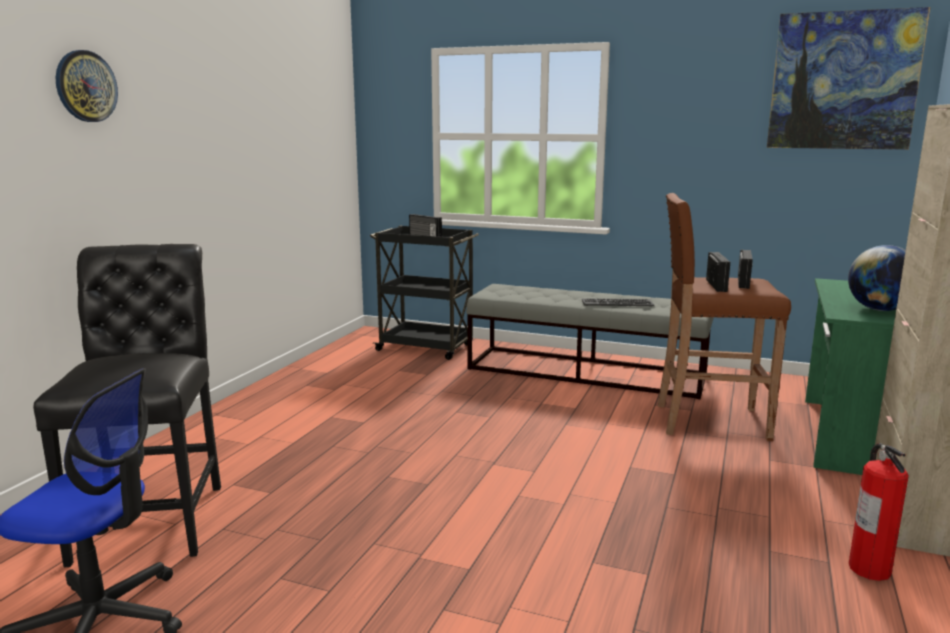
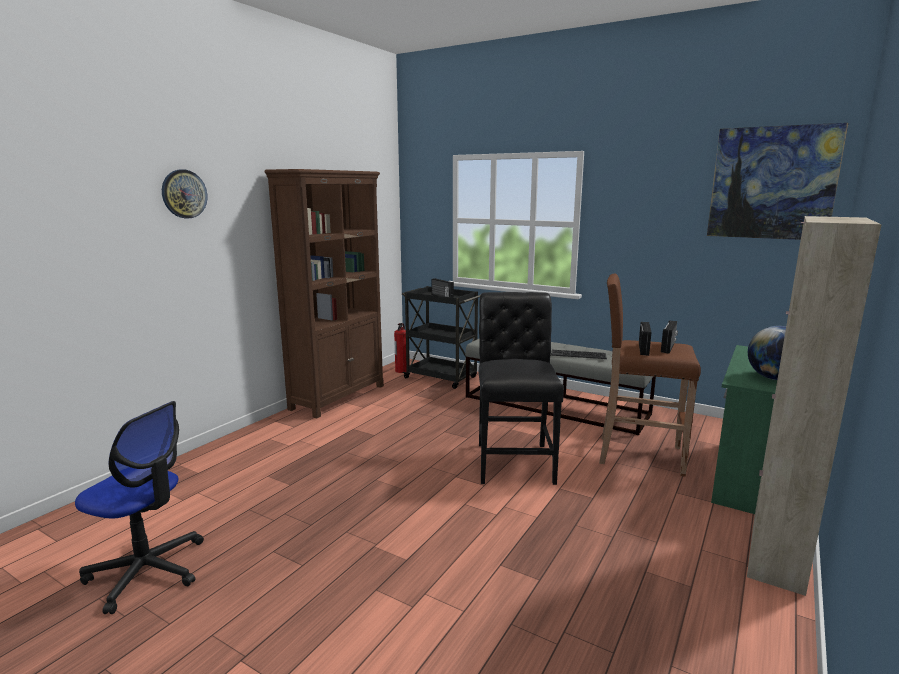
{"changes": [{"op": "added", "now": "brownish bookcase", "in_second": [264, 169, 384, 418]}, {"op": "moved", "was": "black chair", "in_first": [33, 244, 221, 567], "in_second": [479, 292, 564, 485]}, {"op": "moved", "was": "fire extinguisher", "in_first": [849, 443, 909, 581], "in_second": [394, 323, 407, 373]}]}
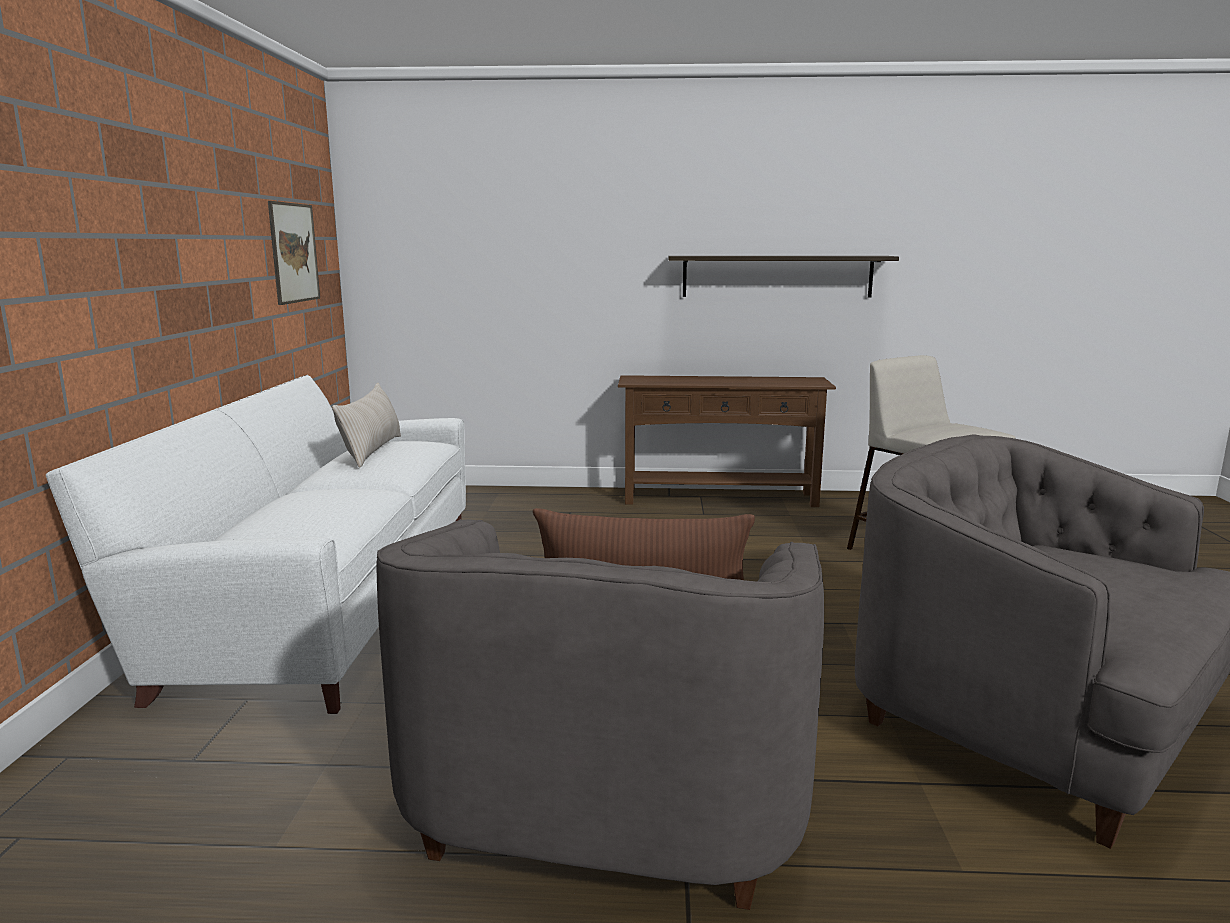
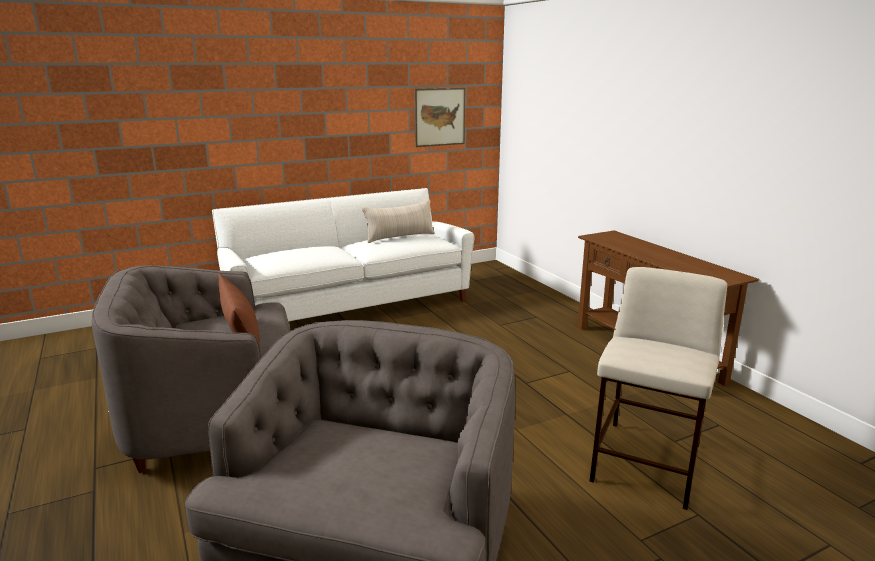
{"changes": [{"op": "removed", "was": "shelf", "in_first": [668, 256, 899, 297]}]}
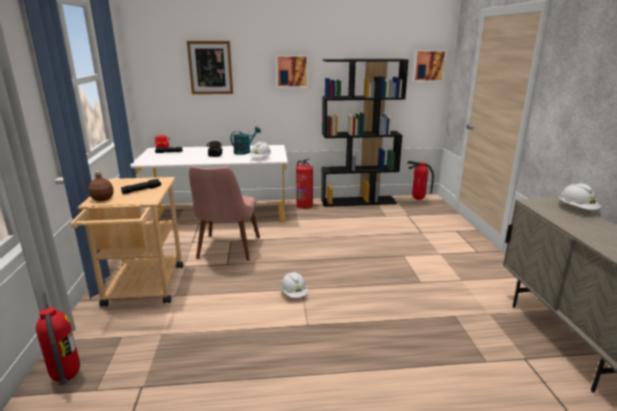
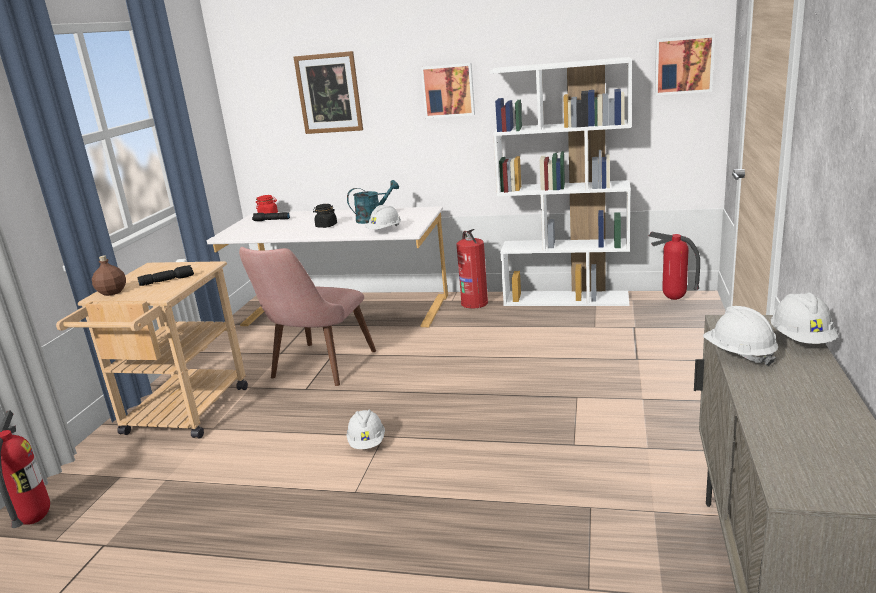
{"changes": [{"op": "added", "now": "white-coloured work helmet", "in_second": [703, 306, 778, 366]}, {"op": "recoloured", "was": "black bookcase", "now": "white-coloured bookcase", "in_first": [321, 59, 409, 207], "in_second": [489, 57, 632, 306]}]}
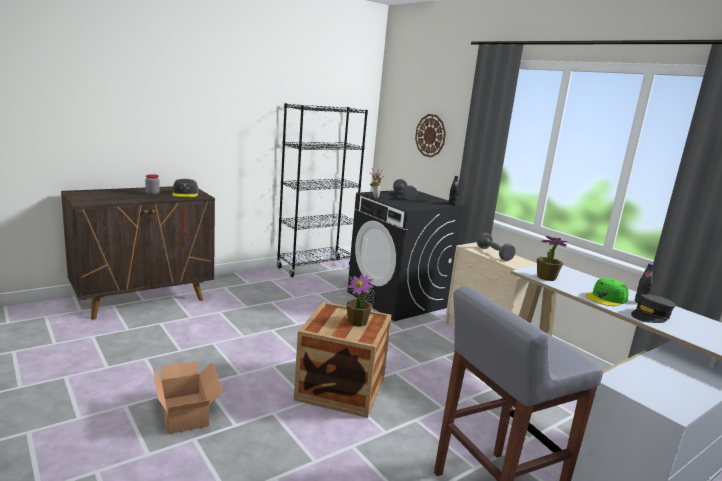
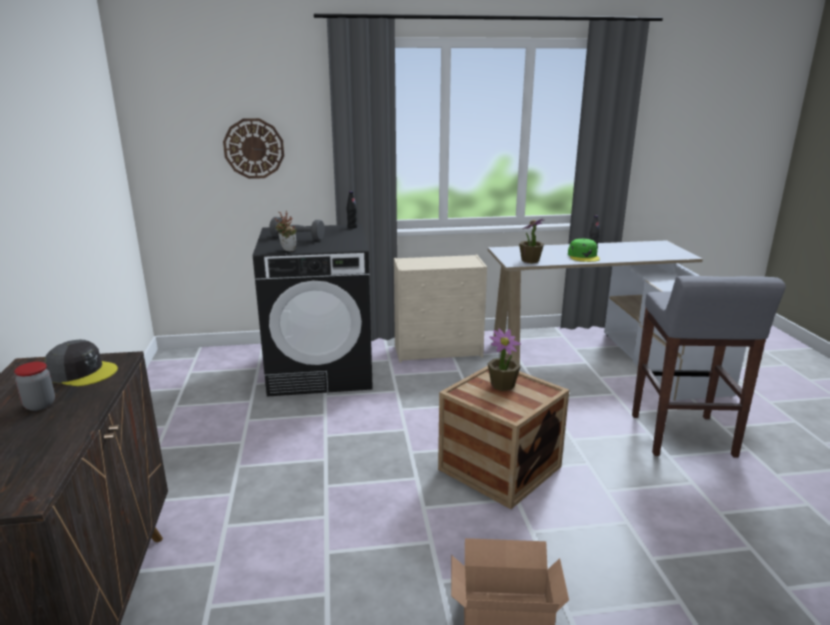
{"changes": [{"op": "removed", "was": "black bookcase", "in_first": [277, 103, 368, 277]}, {"op": "removed", "was": "gray free weight", "in_first": [477, 233, 516, 261]}, {"op": "removed", "was": "gray peaked cap", "in_first": [631, 294, 675, 323]}]}
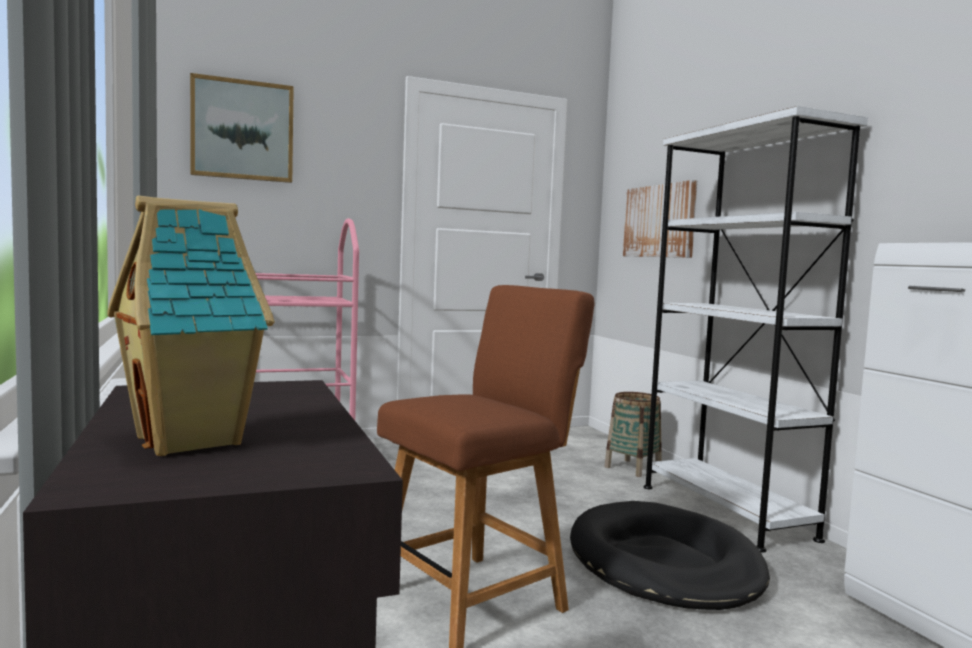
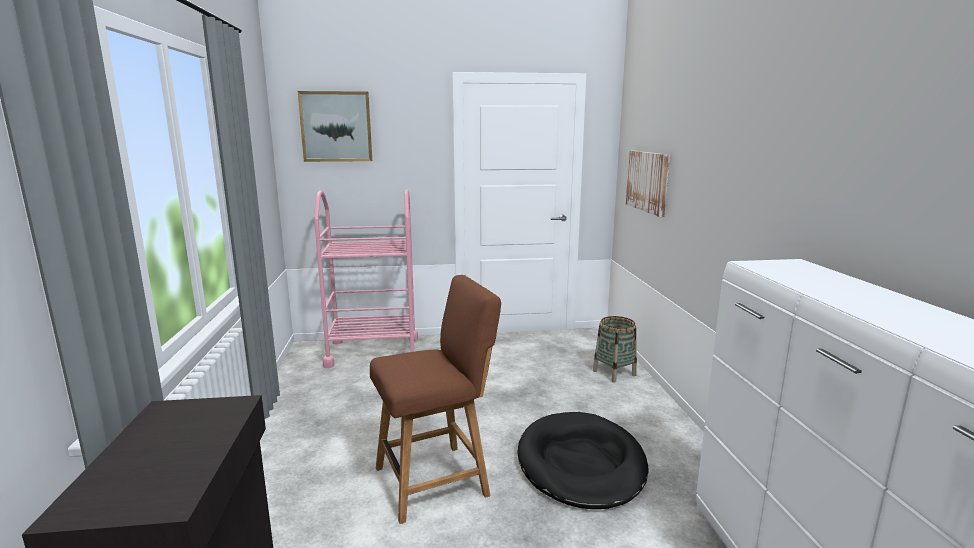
{"changes": [{"op": "removed", "was": "model house", "in_first": [107, 195, 275, 456]}, {"op": "removed", "was": "white-coloured bookcase", "in_first": [644, 106, 868, 553]}]}
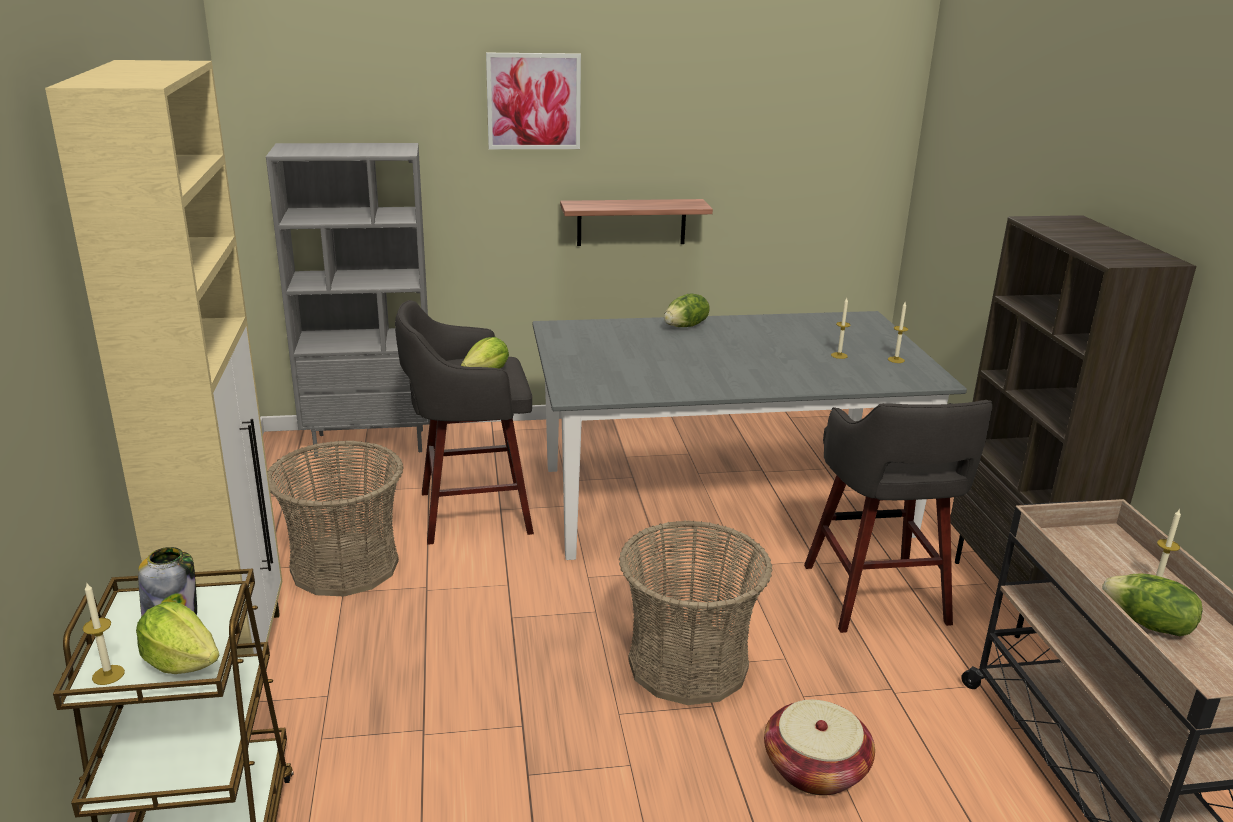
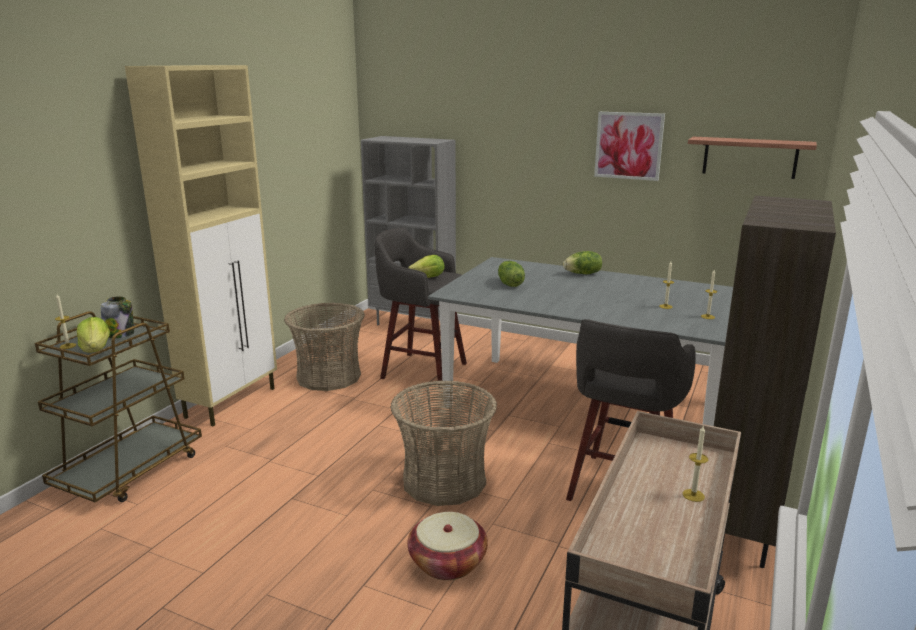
{"changes": [{"op": "moved", "was": "wall art", "in_first": [486, 53, 581, 149], "in_second": [594, 112, 665, 181]}, {"op": "moved", "was": "shelf", "in_first": [560, 199, 713, 246], "in_second": [688, 137, 817, 179]}, {"op": "moved", "was": "lettuce", "in_first": [1102, 574, 1203, 636], "in_second": [498, 261, 525, 287]}]}
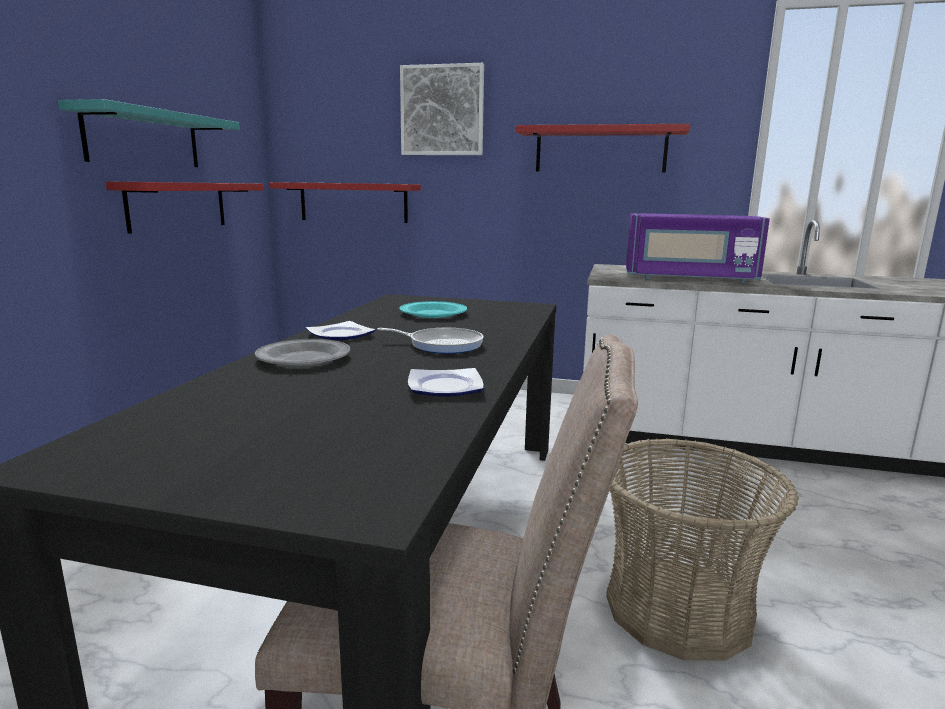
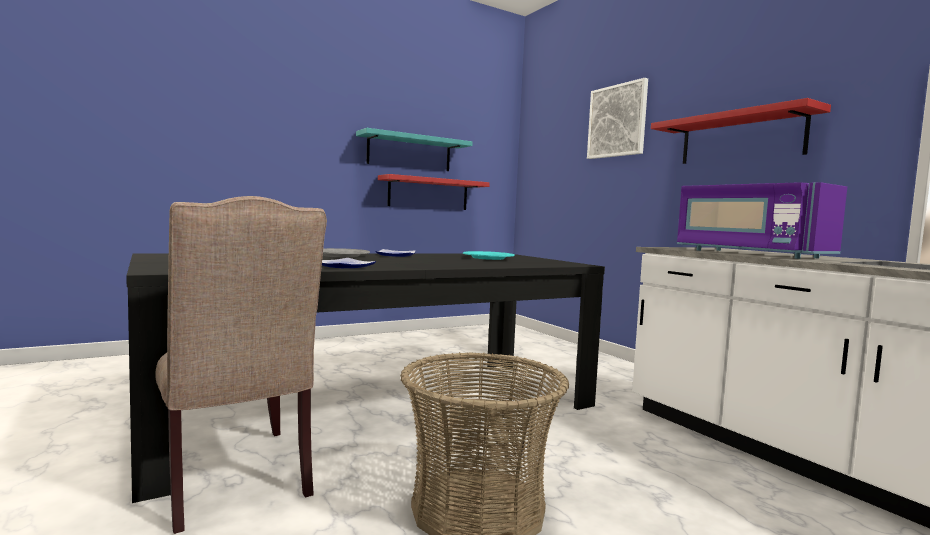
{"changes": [{"op": "removed", "was": "reddish shelf", "in_first": [270, 182, 421, 223]}, {"op": "removed", "was": "frying pan", "in_first": [377, 328, 484, 354]}]}
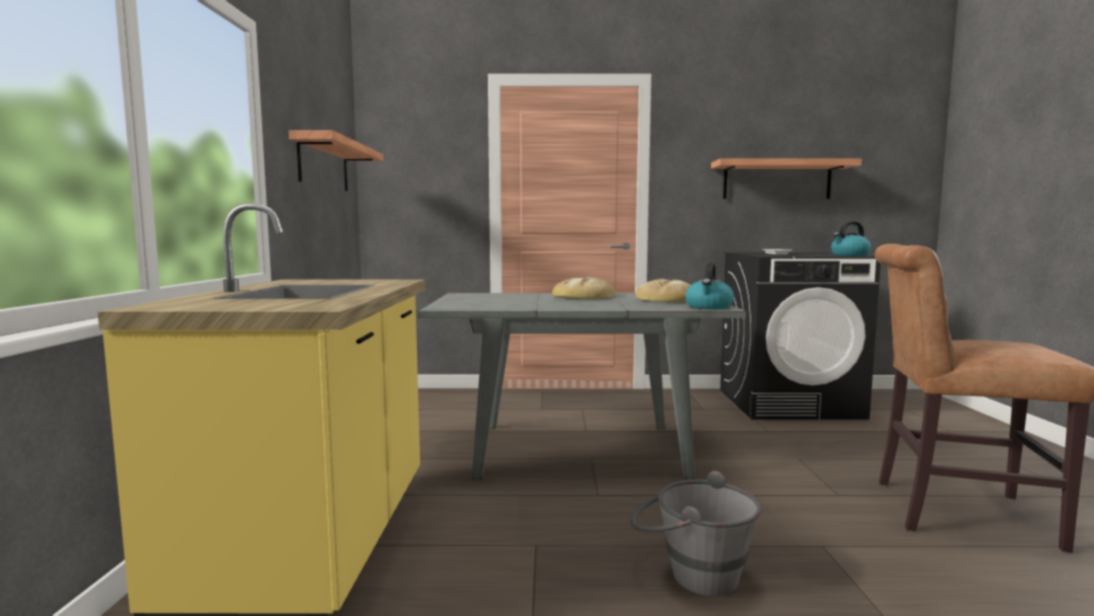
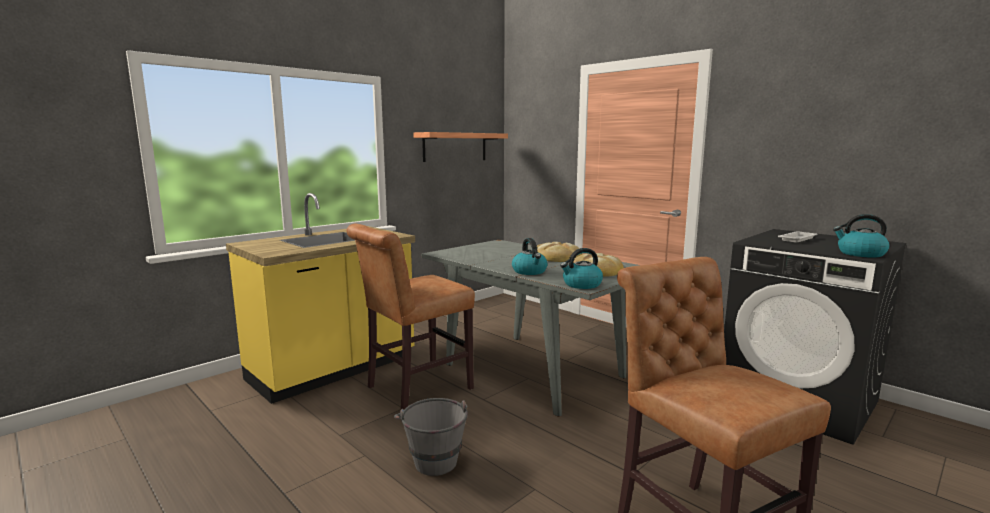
{"changes": [{"op": "removed", "was": "shelf", "in_first": [711, 158, 862, 199]}, {"op": "added", "now": "brownish chair", "in_second": [347, 224, 475, 411]}, {"op": "added", "now": "kettle", "in_second": [512, 238, 547, 275]}]}
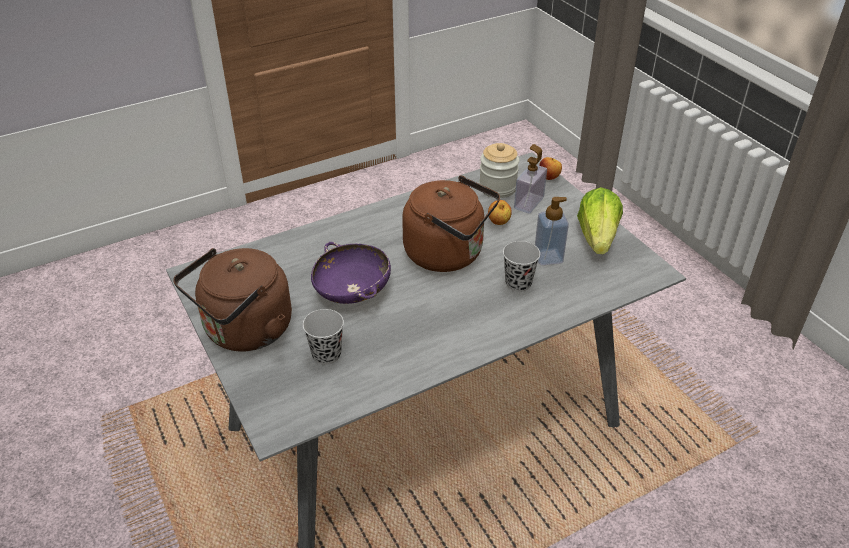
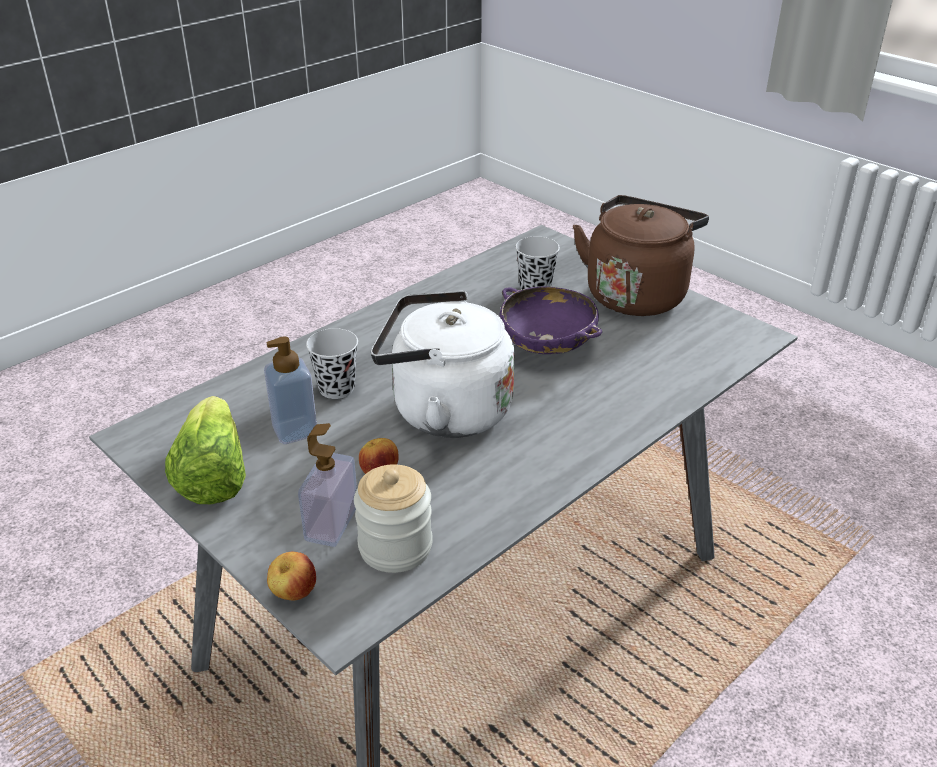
{"changes": [{"op": "recoloured", "was": "brownish kettle", "now": "white-coloured kettle", "in_first": [402, 176, 500, 272], "in_second": [371, 291, 515, 438]}]}
